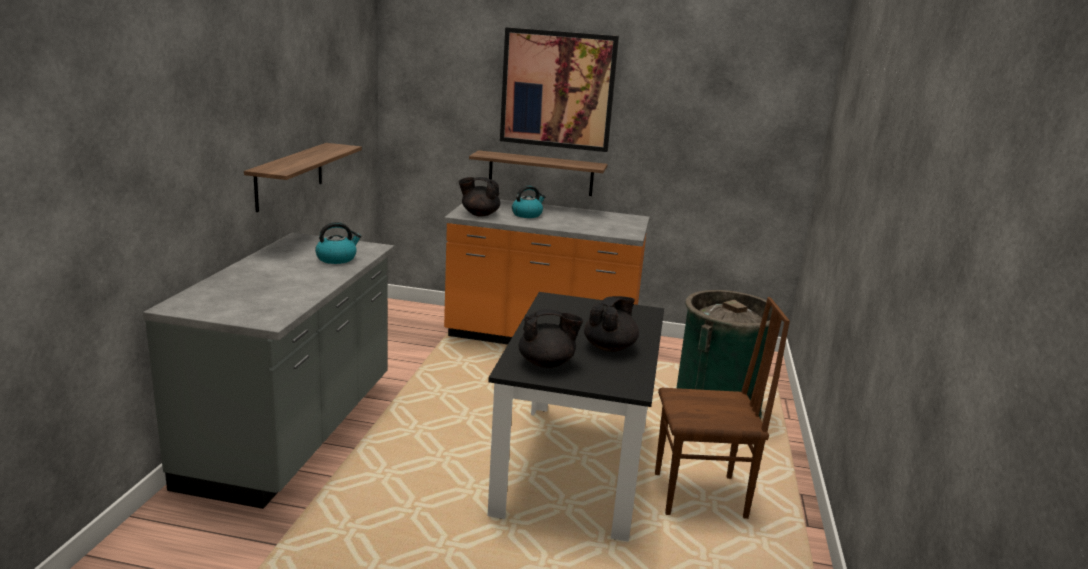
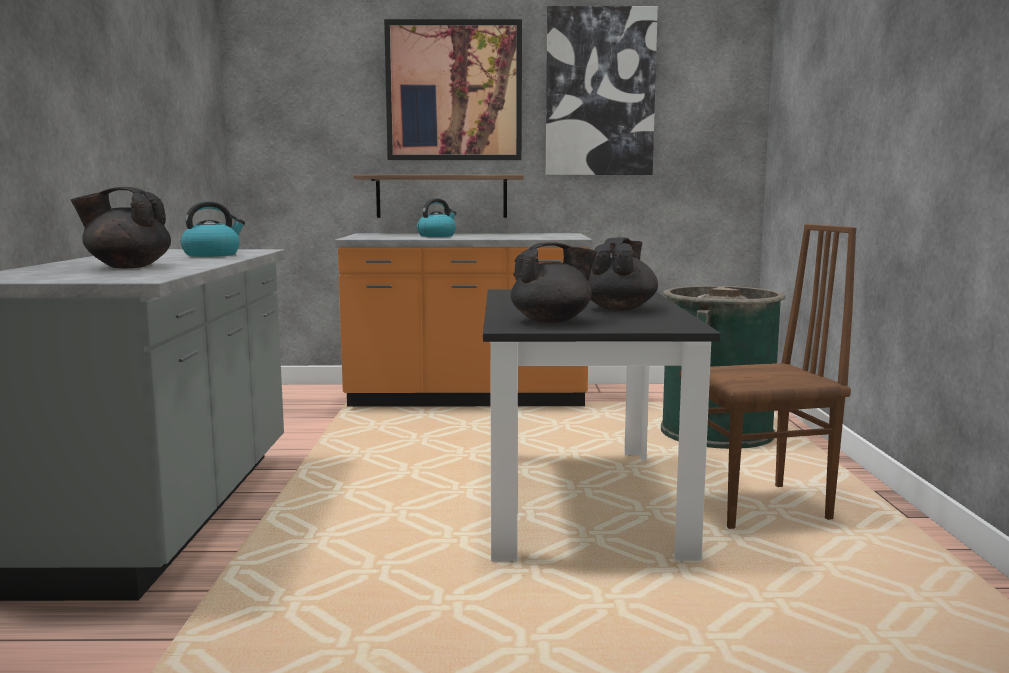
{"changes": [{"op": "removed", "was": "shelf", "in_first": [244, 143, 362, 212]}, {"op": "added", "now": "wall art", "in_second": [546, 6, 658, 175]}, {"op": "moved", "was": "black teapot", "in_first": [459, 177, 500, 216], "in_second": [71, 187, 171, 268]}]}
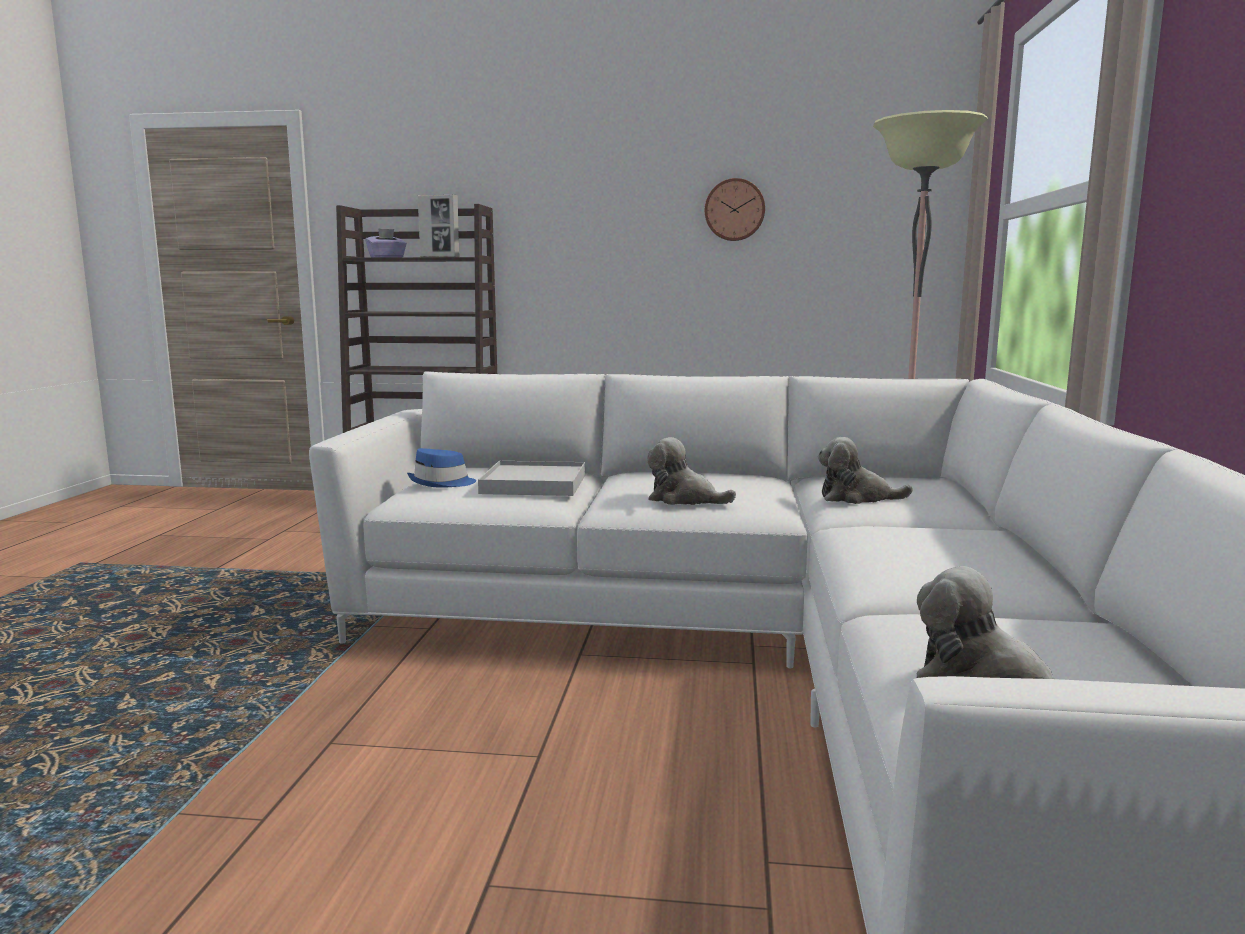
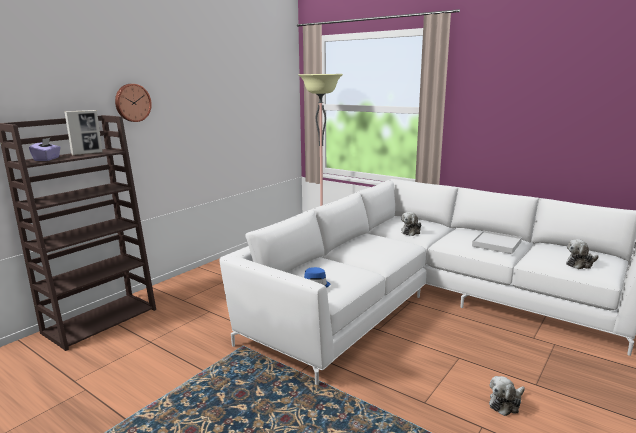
{"changes": [{"op": "moved", "was": "white-coloured serving tray", "in_first": [478, 461, 585, 496], "in_second": [472, 231, 522, 254]}, {"op": "moved", "was": "soft toy", "in_first": [648, 437, 736, 505], "in_second": [489, 376, 525, 416]}, {"op": "moved", "was": "clock on the wall", "in_first": [705, 178, 765, 241], "in_second": [115, 84, 152, 122]}]}
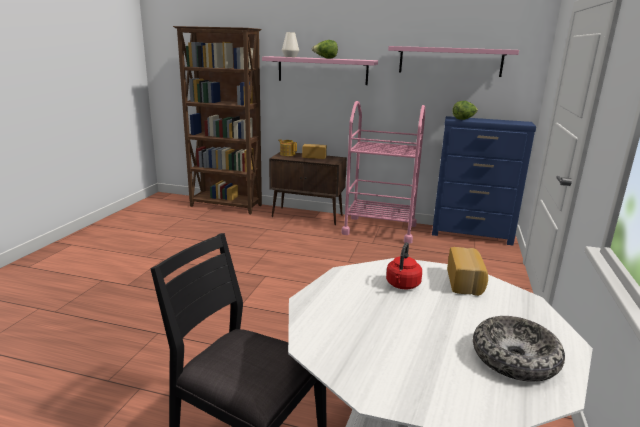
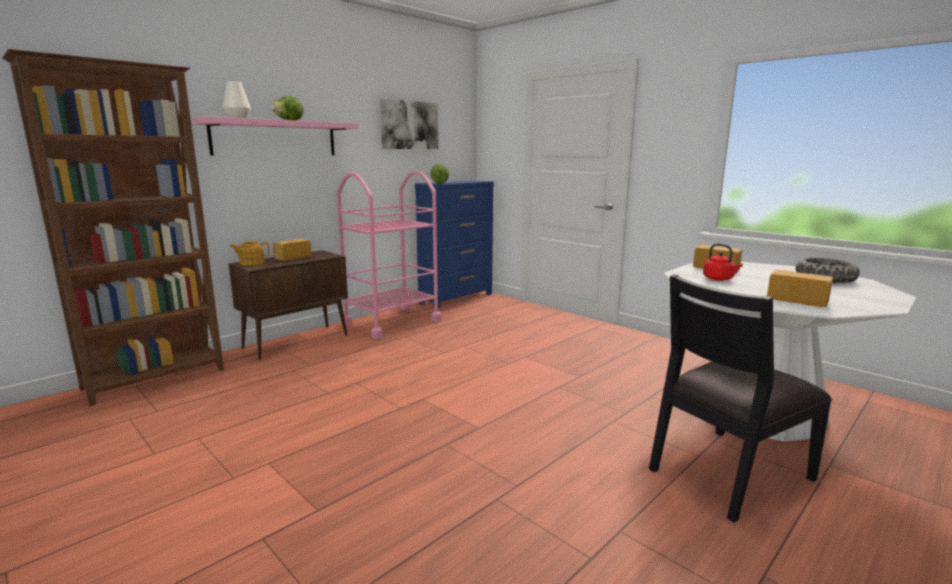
{"changes": [{"op": "added", "now": "bakery bread", "in_second": [767, 270, 833, 307]}, {"op": "replaced", "was": "pink-coloured shelf", "now": "wall art", "in_first": [388, 46, 519, 77], "in_second": [380, 99, 438, 149]}]}
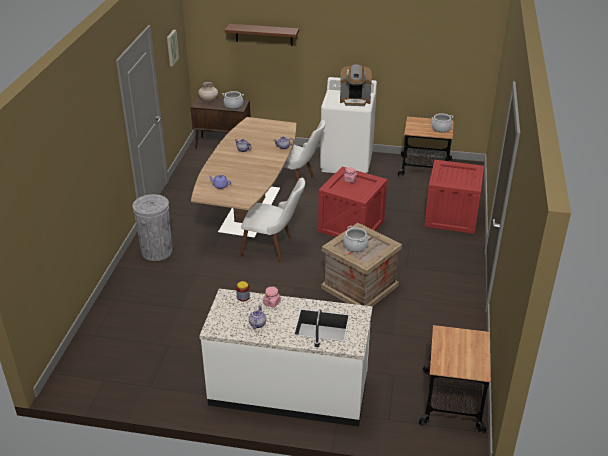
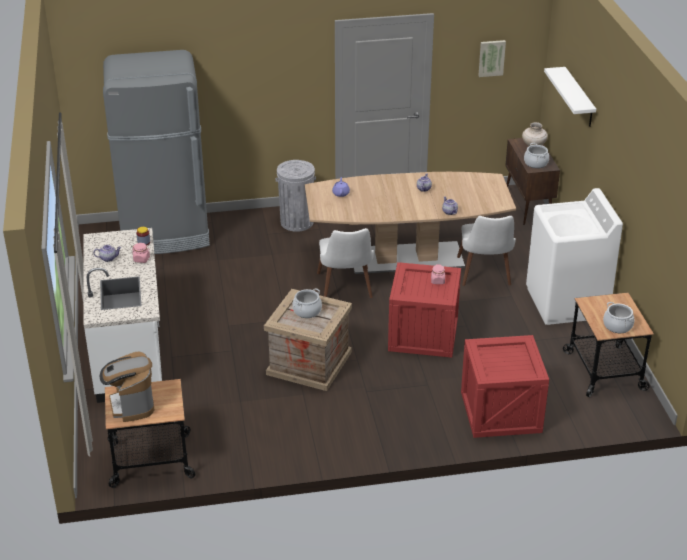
{"changes": [{"op": "added", "now": "gray refrigerator", "in_second": [103, 50, 210, 254]}, {"op": "moved", "was": "coffee maker", "in_first": [340, 64, 372, 106], "in_second": [100, 352, 154, 422]}, {"op": "recoloured", "was": "brownish shelf", "now": "white-coloured shelf", "in_first": [225, 24, 299, 46], "in_second": [544, 67, 596, 127]}]}
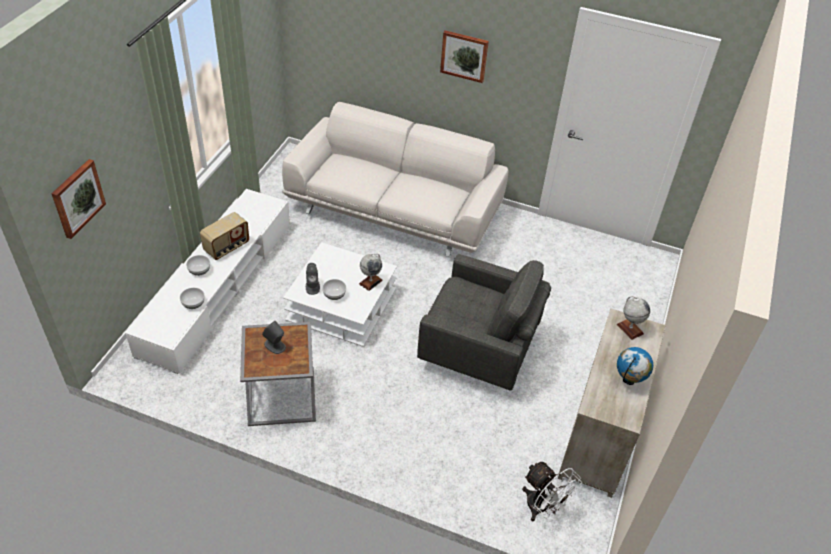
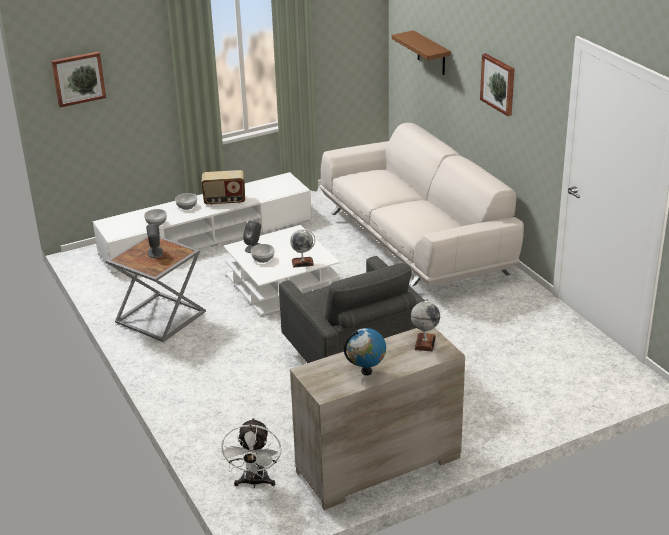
{"changes": [{"op": "added", "now": "brownish shelf", "in_second": [392, 30, 451, 75]}]}
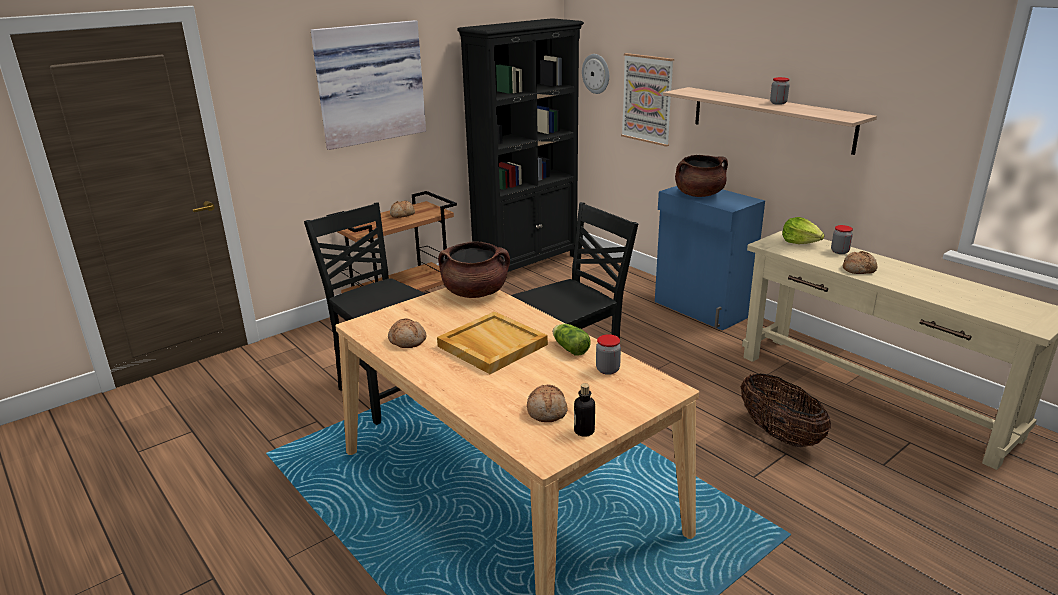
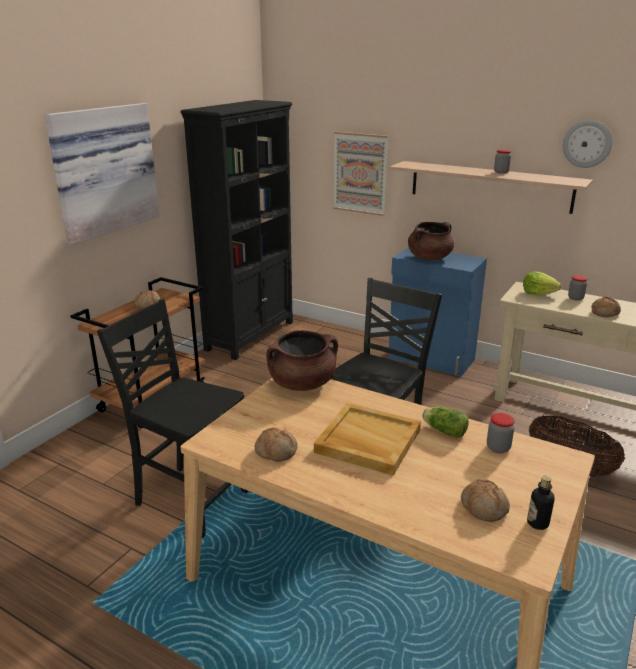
{"changes": [{"op": "moved", "was": "clock on the wall", "in_first": [582, 54, 609, 94], "in_second": [563, 120, 612, 168]}]}
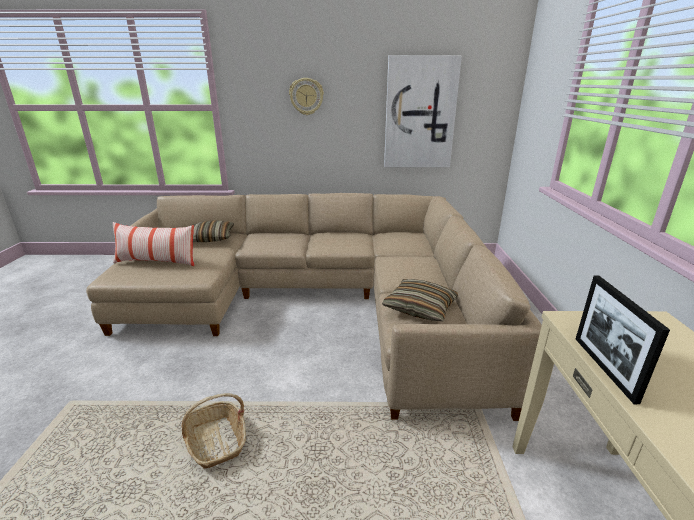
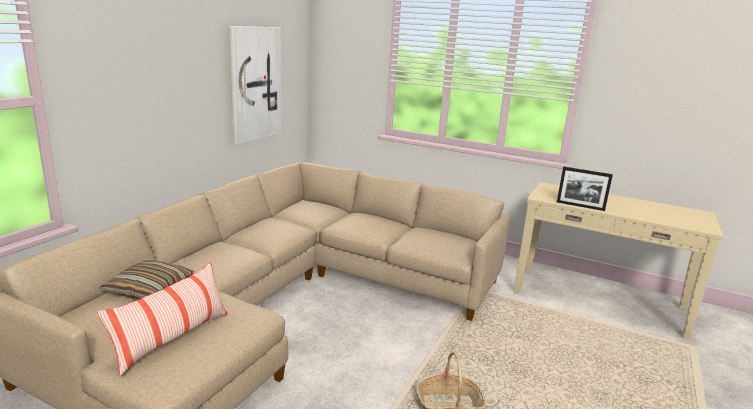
{"changes": [{"op": "removed", "was": "clock on the wall", "in_first": [289, 78, 324, 115]}, {"op": "removed", "was": "throw pillow", "in_first": [382, 279, 458, 321]}]}
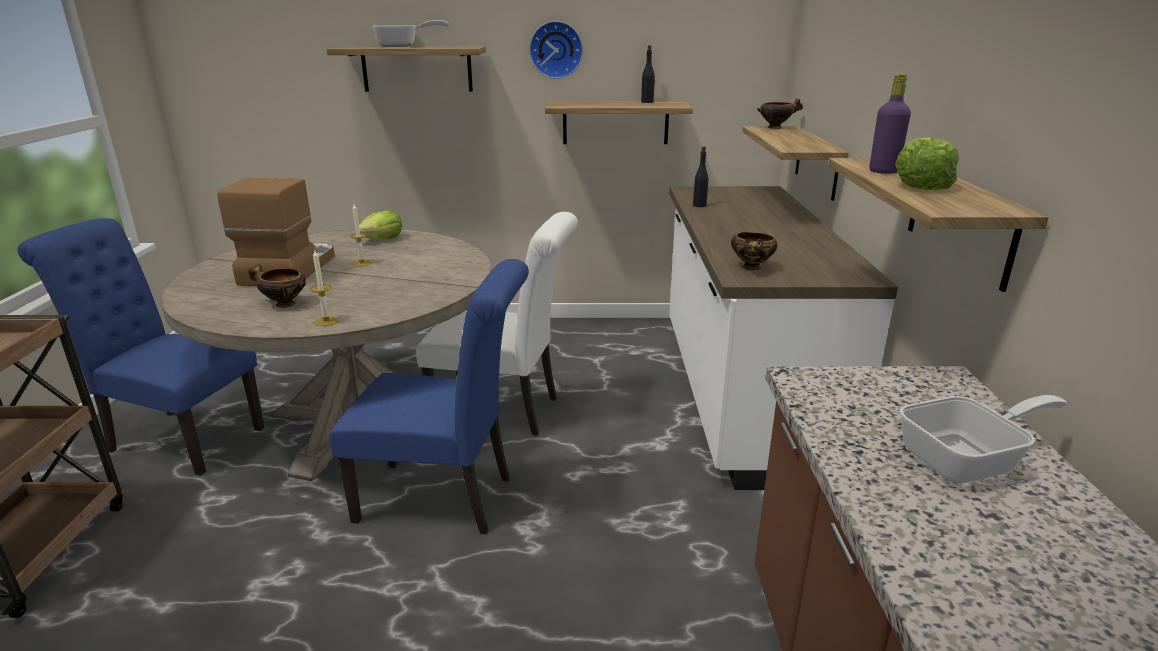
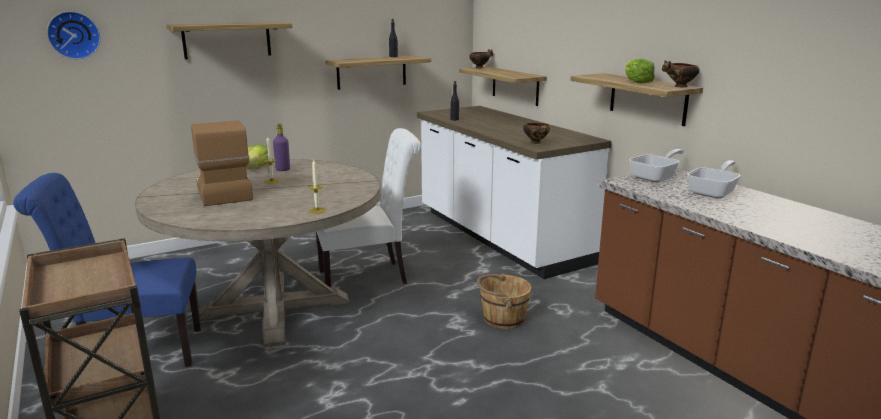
{"changes": [{"op": "removed", "was": "bluish chair", "in_first": [329, 259, 529, 534]}, {"op": "added", "now": "brownish bucket", "in_second": [477, 273, 532, 329]}, {"op": "moved", "was": "serving bowl", "in_first": [248, 264, 306, 308], "in_second": [662, 60, 700, 87]}, {"op": "moved", "was": "frying pan", "in_first": [372, 20, 449, 47], "in_second": [630, 149, 684, 182]}, {"op": "moved", "was": "clock on the wall", "in_first": [529, 21, 583, 79], "in_second": [47, 11, 101, 59]}, {"op": "moved", "was": "purple-coloured beverage bottle", "in_first": [869, 74, 911, 174], "in_second": [273, 124, 290, 171]}]}
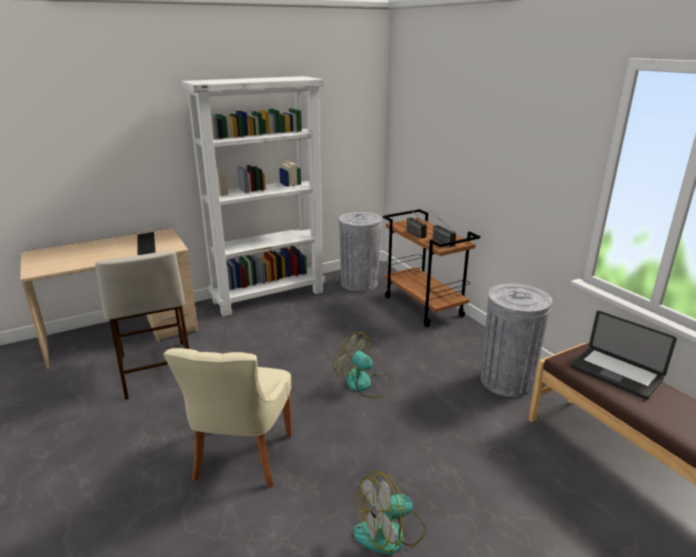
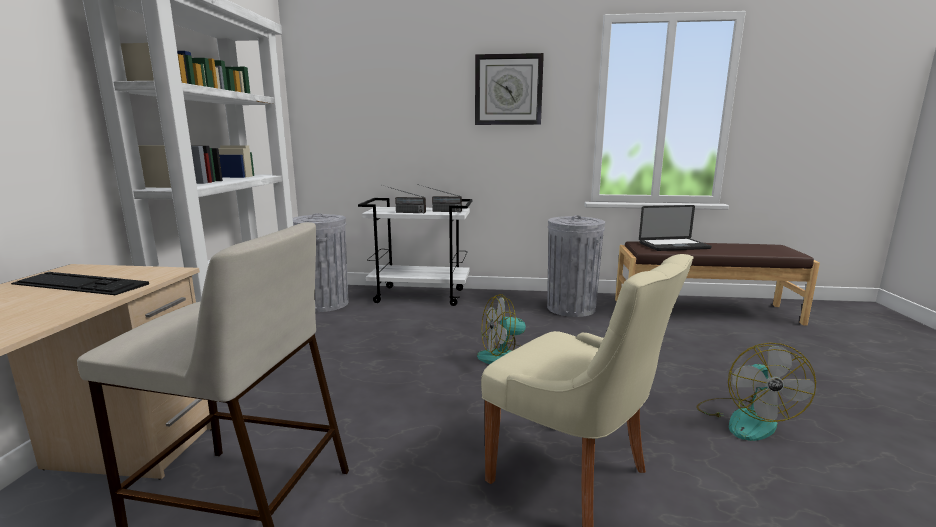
{"changes": [{"op": "added", "now": "clock on the wall", "in_second": [475, 53, 544, 125]}, {"op": "recoloured", "was": "brownish wheeled cart", "now": "white-coloured wheeled cart", "in_first": [383, 209, 481, 327], "in_second": [358, 198, 473, 306]}]}
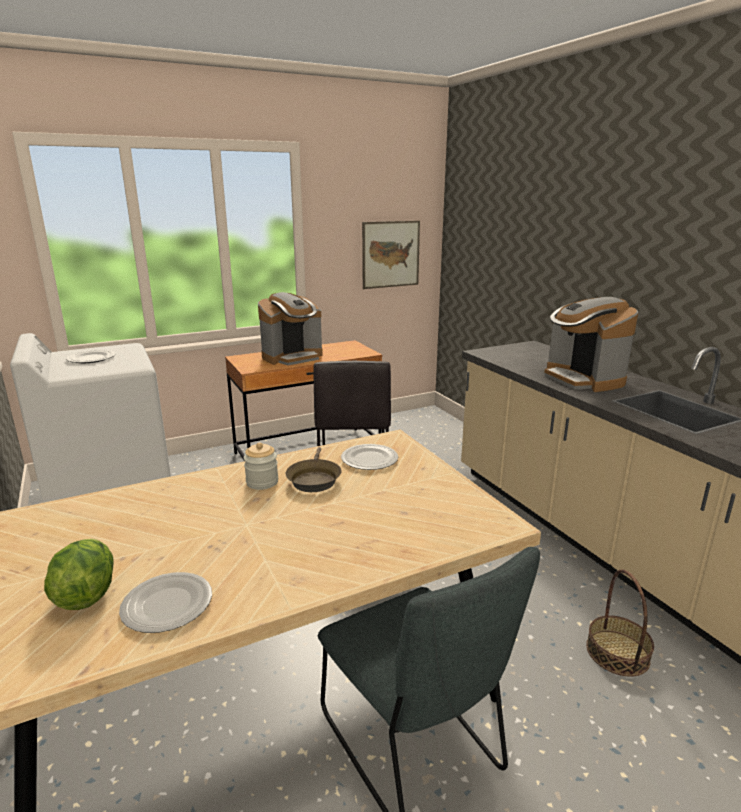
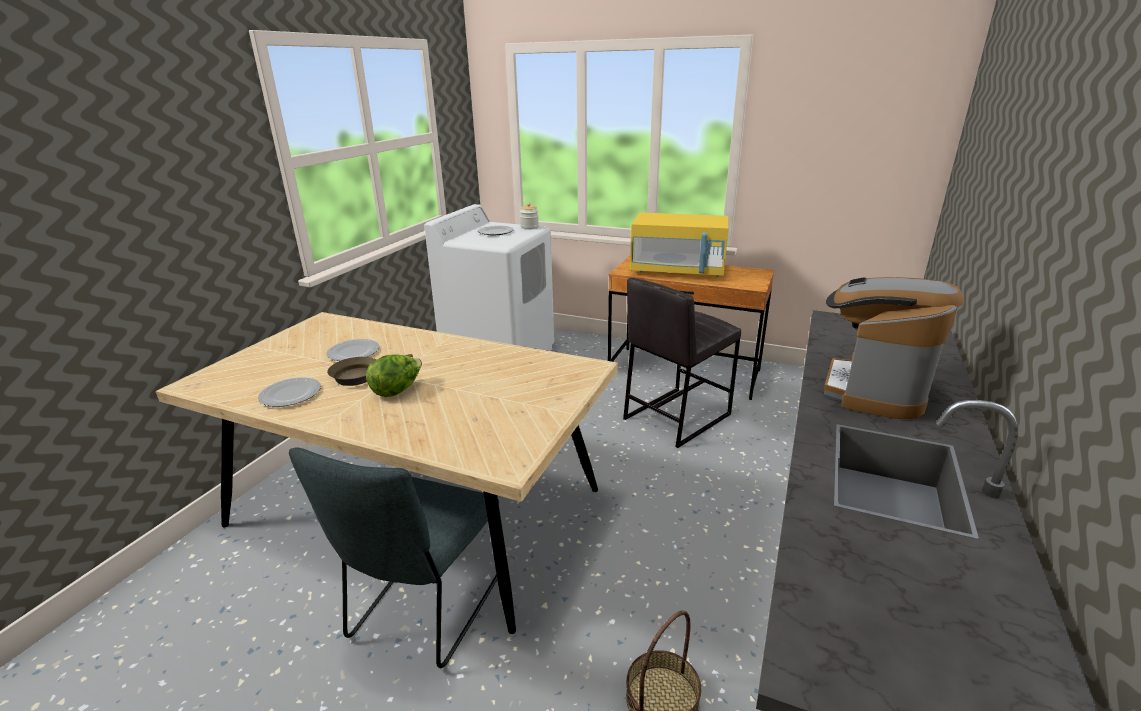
{"changes": [{"op": "removed", "was": "wall art", "in_first": [362, 221, 420, 289]}, {"op": "moved", "was": "lettuce", "in_first": [44, 538, 114, 610], "in_second": [366, 354, 422, 397]}, {"op": "moved", "was": "preserve jar", "in_first": [244, 442, 278, 490], "in_second": [520, 203, 539, 230]}, {"op": "moved", "was": "brownish frying pan", "in_first": [286, 447, 342, 492], "in_second": [327, 354, 413, 386]}, {"op": "moved", "was": "flat dish", "in_first": [341, 444, 398, 470], "in_second": [326, 339, 380, 361]}, {"op": "replaced", "was": "coffee maker", "now": "yellow microwave", "in_first": [258, 292, 323, 365], "in_second": [630, 212, 729, 277]}]}
